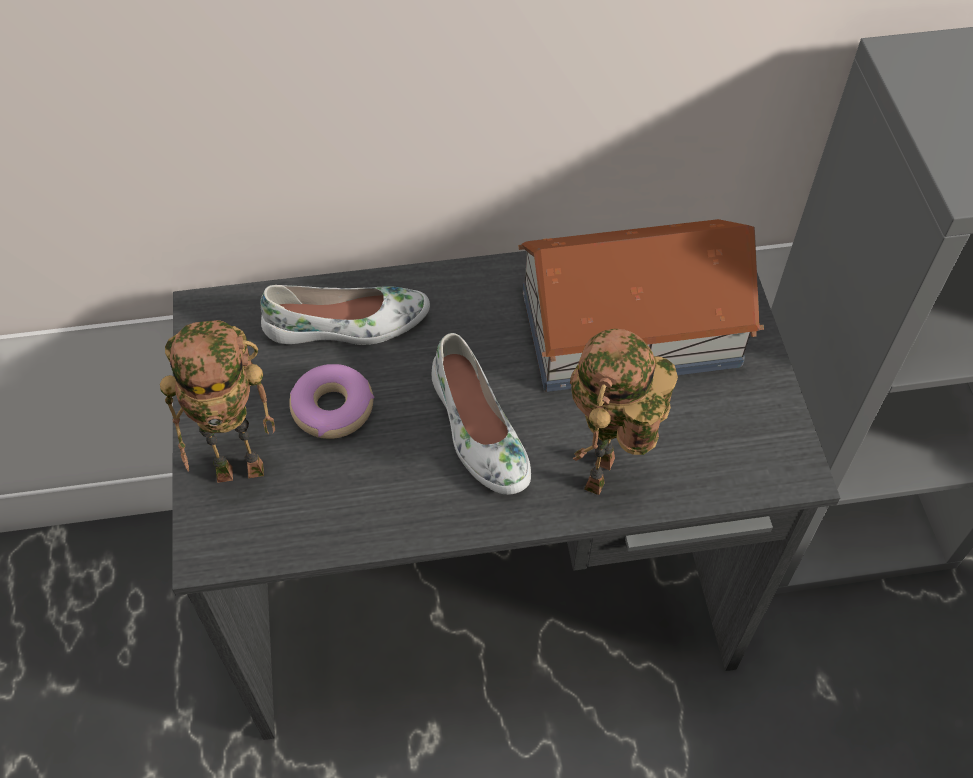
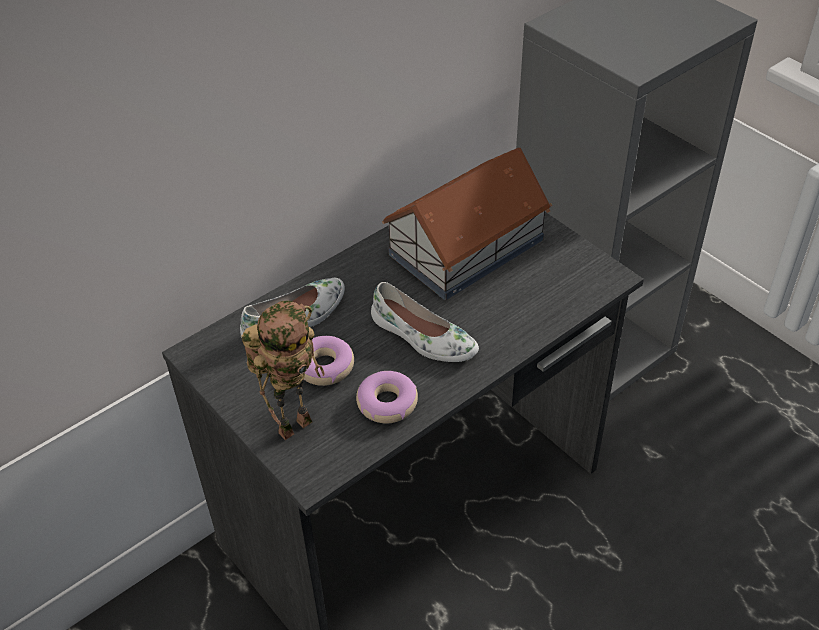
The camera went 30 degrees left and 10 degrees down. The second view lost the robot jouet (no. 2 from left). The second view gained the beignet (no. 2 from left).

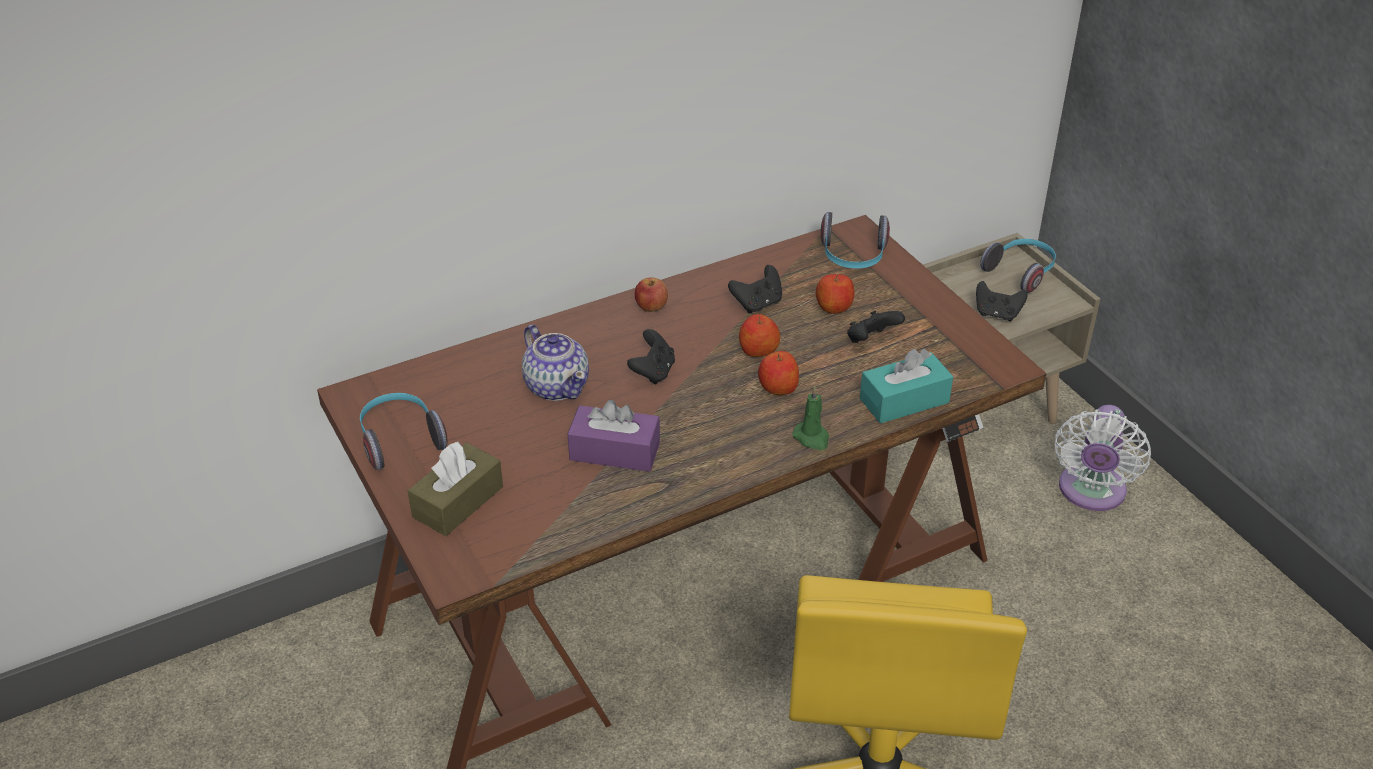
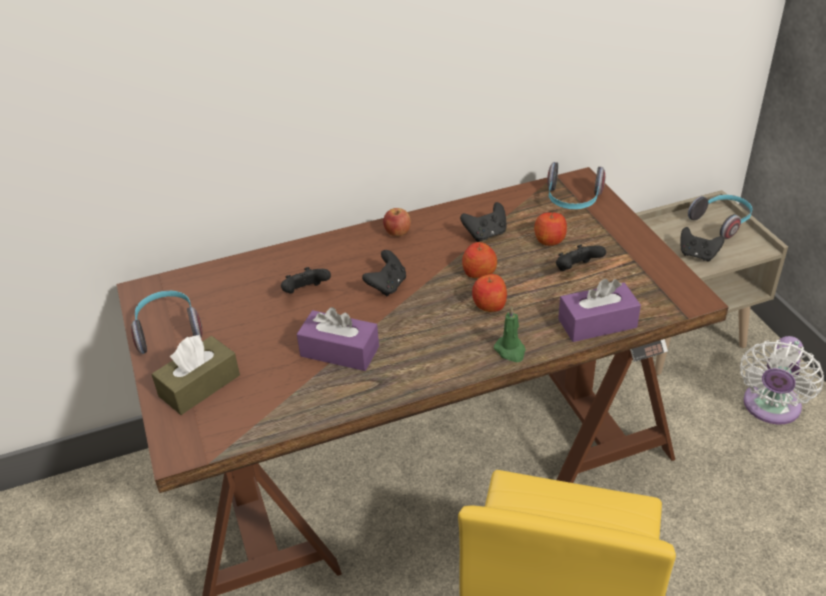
The camera went 10 degrees right and 0 degrees up. Where the théière stood, the manette/noir (no. 1 from left) came to stand. What was the boîte à mouchoirs/turquoise turned into the boîte à mouchoirs/violet (no. 2 from left).

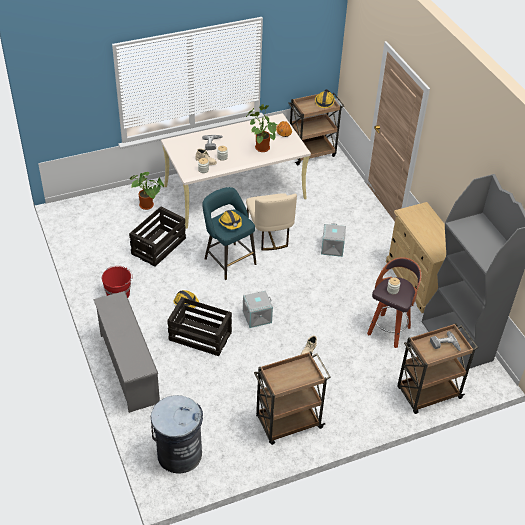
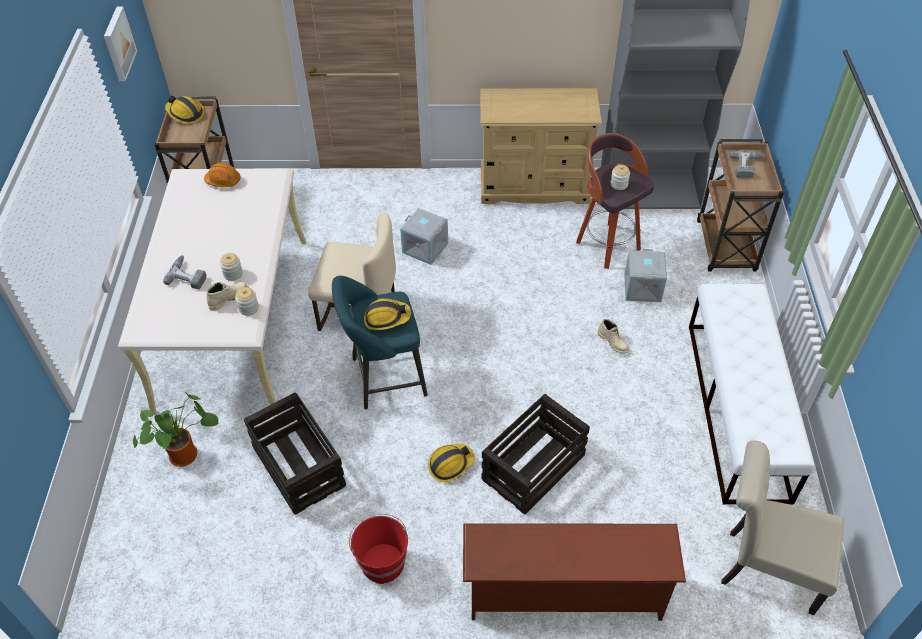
The camera went 65 degrees left and 5 degrees up. The second view lost the plante en pot (no. 2 from left). The second view gained the tableau. The boîte de rangement/gris (no. 1 from left in the first image) ended up elsewhere. Where the poubelle/gris stood, the chaise/beige (no. 2 from left) came to stand. Where the chariot/marron (no. 1 from left) stood, the banc/blanc came to stand. What was the étagère à chaussures/gris turned into the étagère à chaussures/marron.

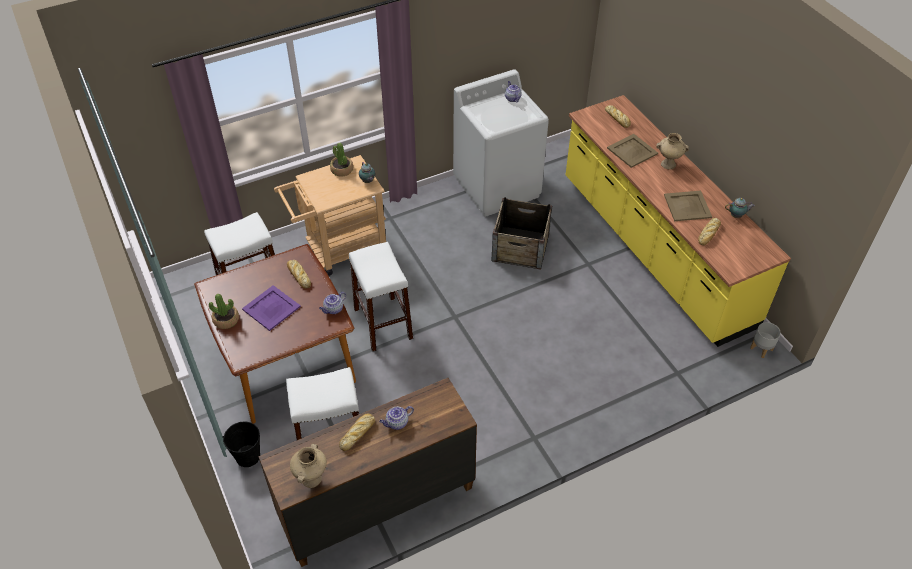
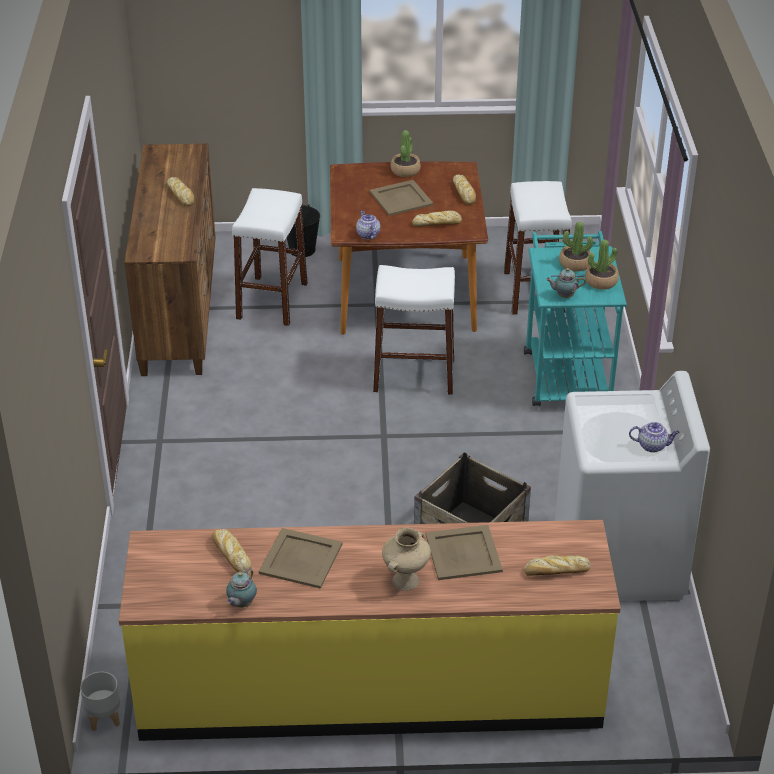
The camera went 115 degrees right and 10 degrees down. The second view lost the vase/beige (no. 1 from left). The second view lost the théière (no. 3 from left). The second view gained the pain (no. 4 from left). The second view gained the plante en pot (no. 2 from left). What was the plateau/violet turned into the plateau/beige (no. 2 from left). What was the chariot/beige turned into the chariot/turquoise.

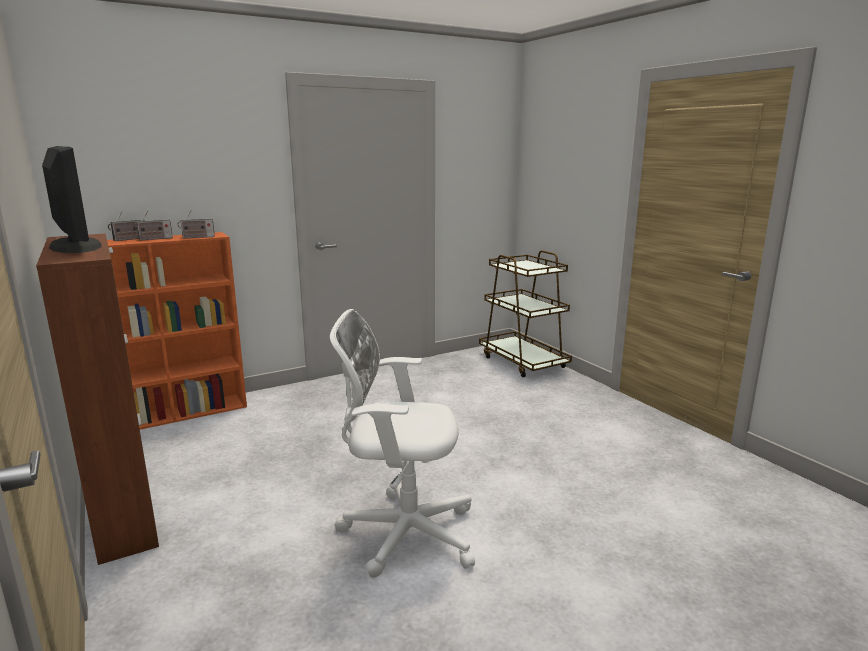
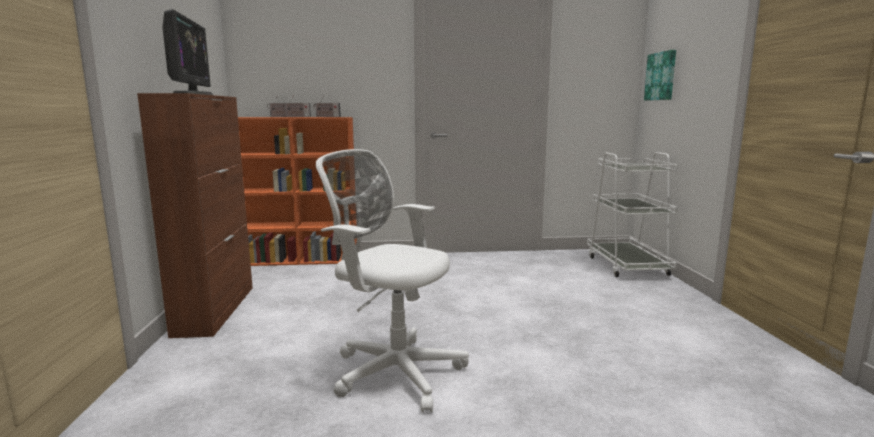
The camera went 25 degrees right and 5 degrees down. The second view gained the tableau. What was the chariot/marron turned into the chariot/blanc.

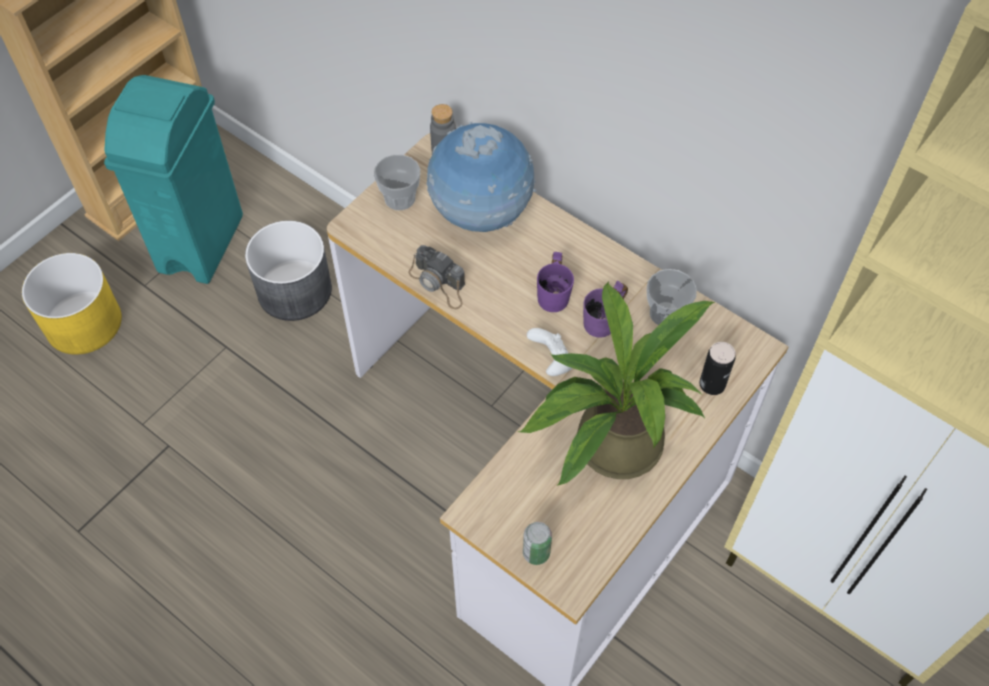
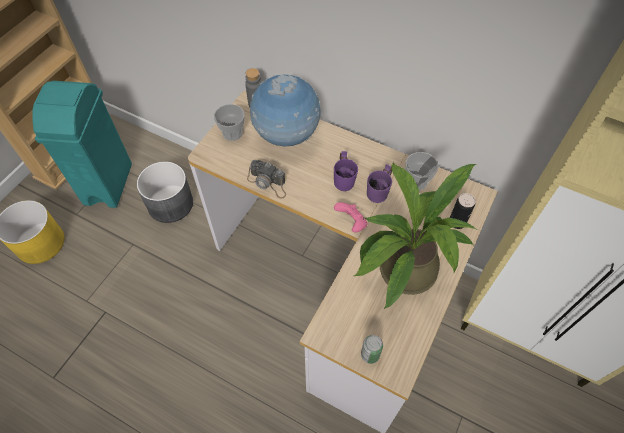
The camera went 10 degrees left and 0 degrees up. What was the manette/blanc turned into the manette/rose.

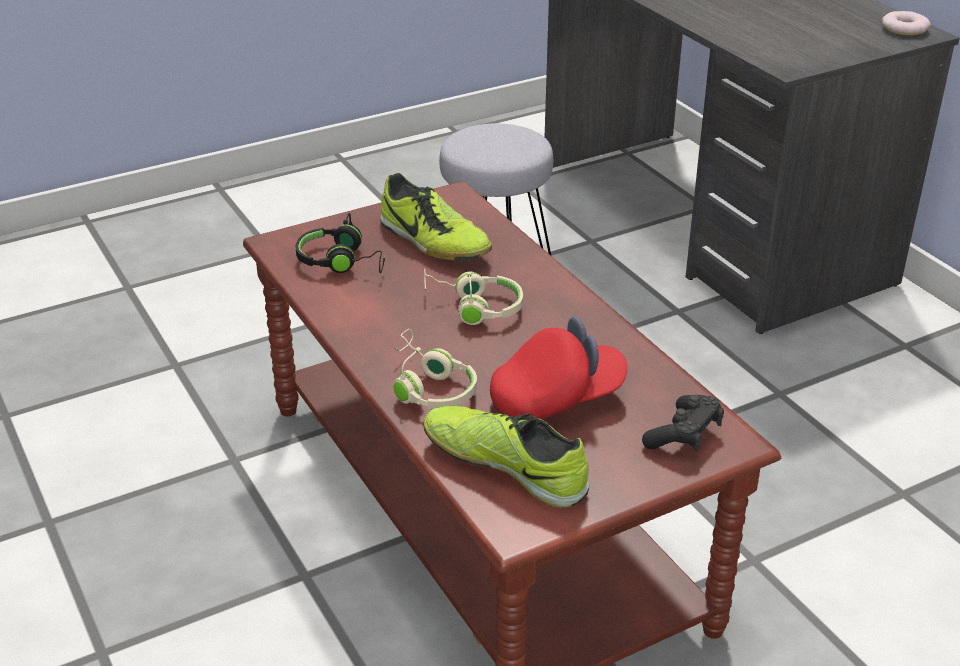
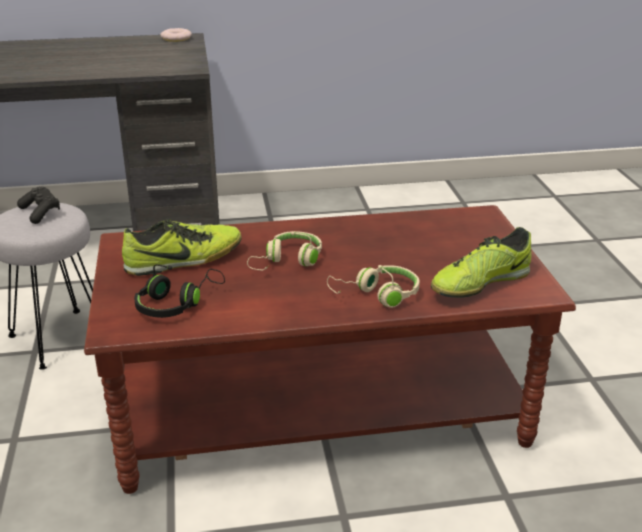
The camera went 70 degrees left and 5 degrees down. The second view lost the casquette/rouge. The manette/noir ended up elsewhere.

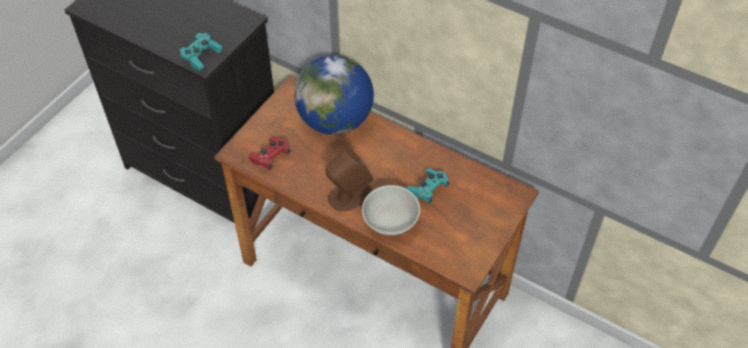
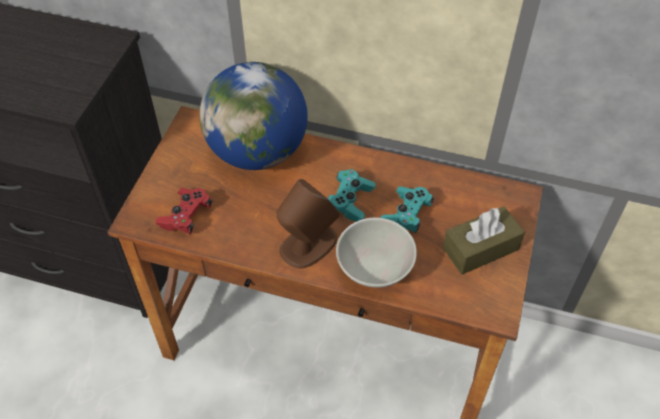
The camera went 15 degrees left and 0 degrees up. The second view gained the boîte à mouchoirs/marron. The manette/turquoise (no. 1 from left) ended up elsewhere.

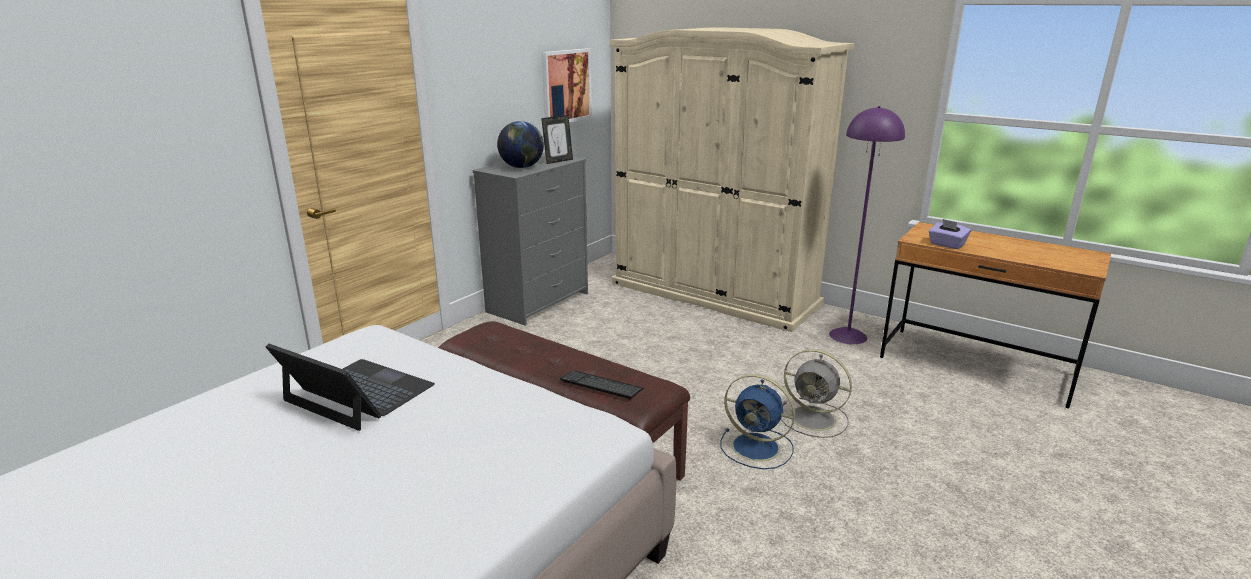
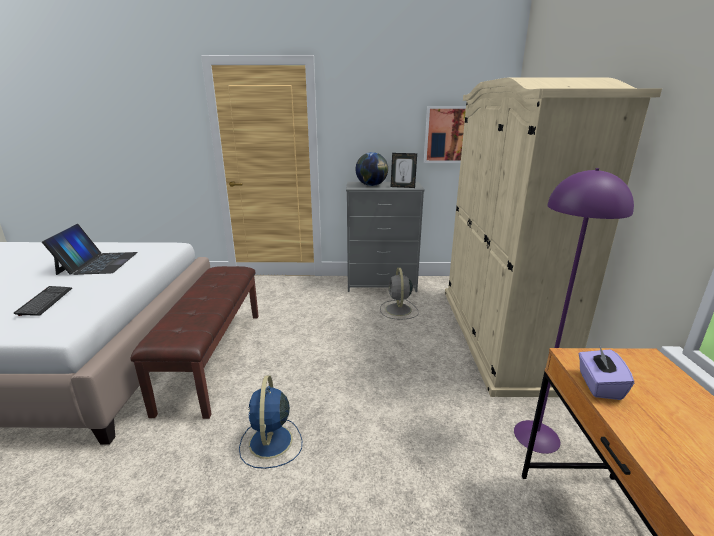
The camera went 55 degrees right and 0 degrees up. The clavier ended up elsewhere. The ventilateur/gris ended up elsewhere.

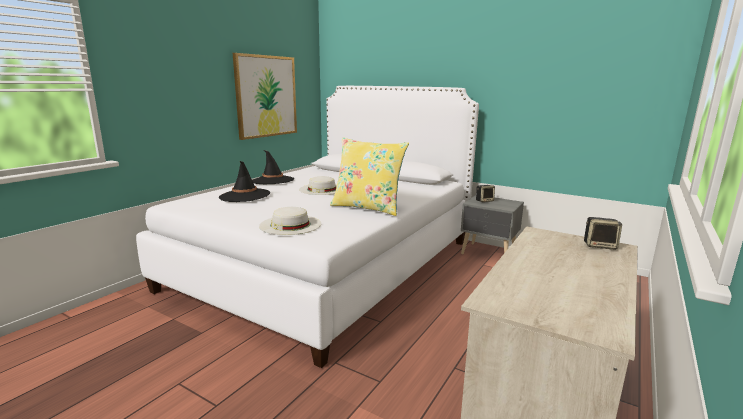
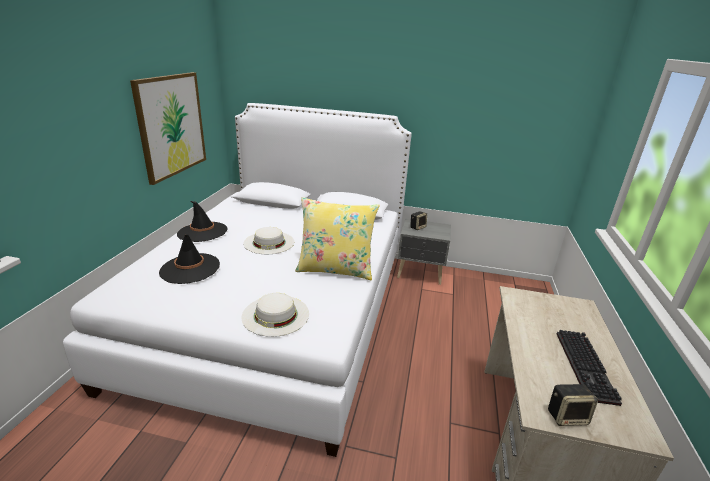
The camera went 20 degrees left and 10 degrees up. The second view gained the clavier. The enceinte (no. 2 from left) ended up elsewhere.

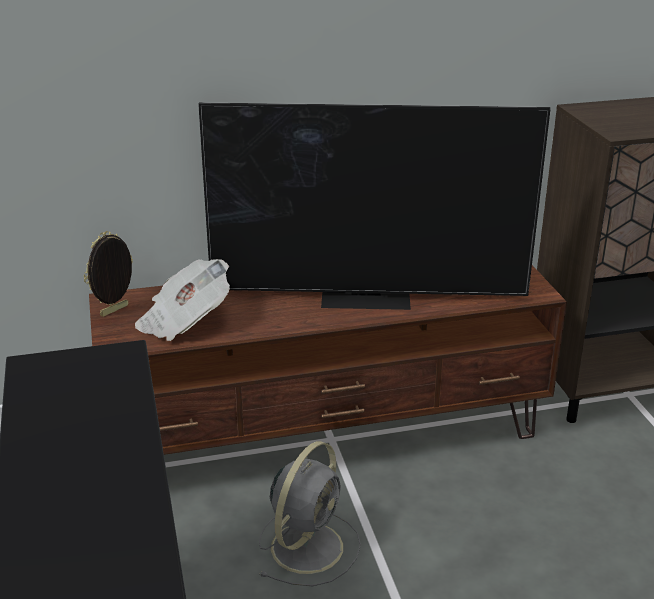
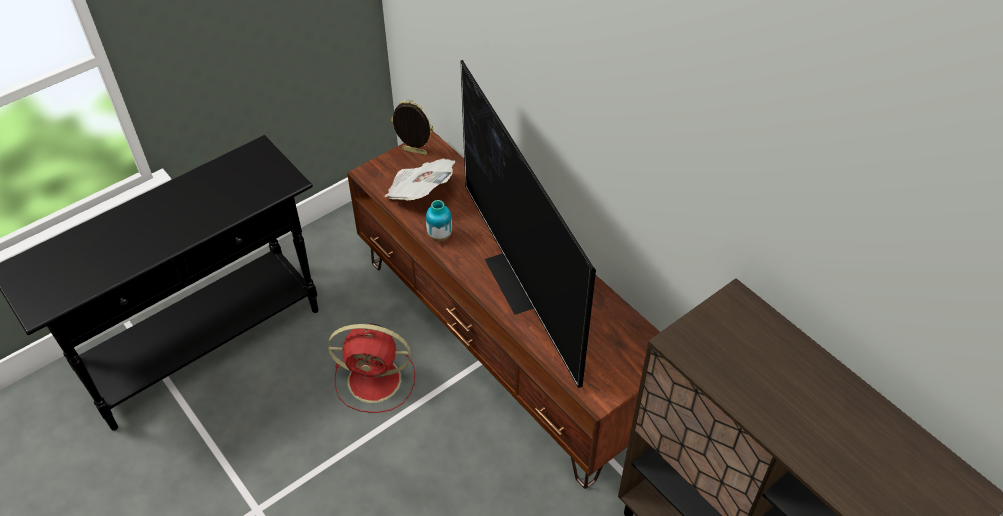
The camera went 65 degrees right and 20 degrees up. The second view gained the vase. What was the ventilateur/gris turned into the ventilateur/rouge.

